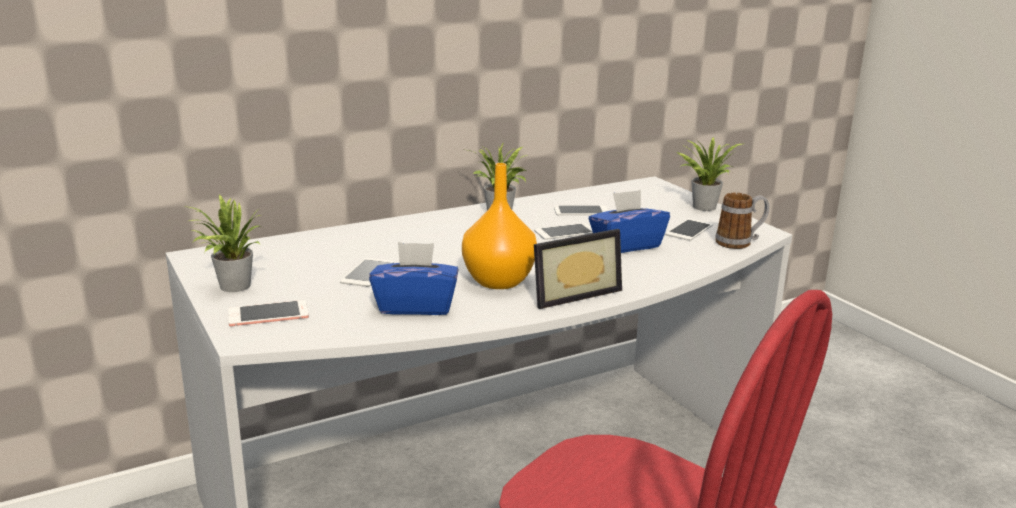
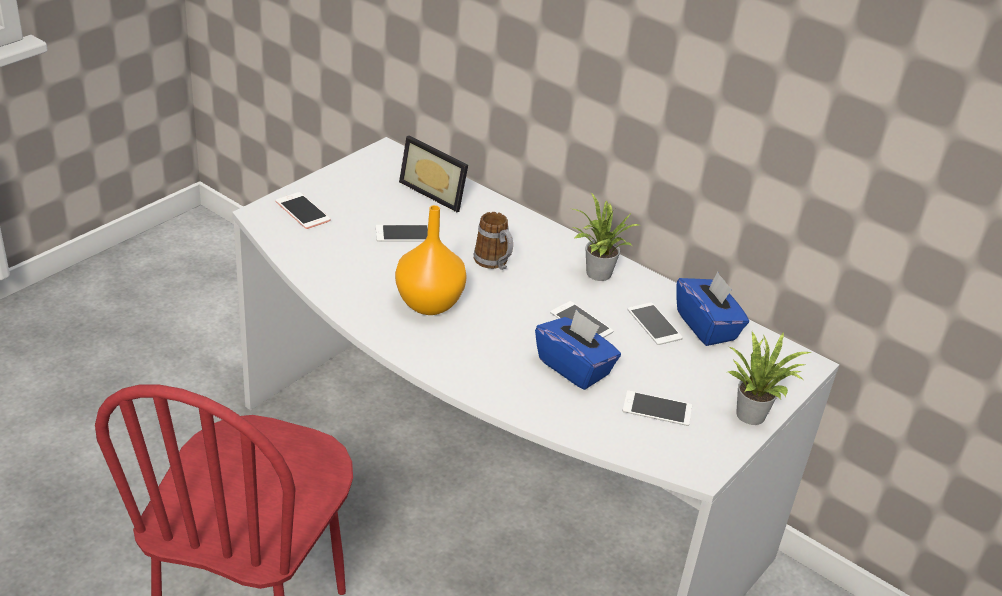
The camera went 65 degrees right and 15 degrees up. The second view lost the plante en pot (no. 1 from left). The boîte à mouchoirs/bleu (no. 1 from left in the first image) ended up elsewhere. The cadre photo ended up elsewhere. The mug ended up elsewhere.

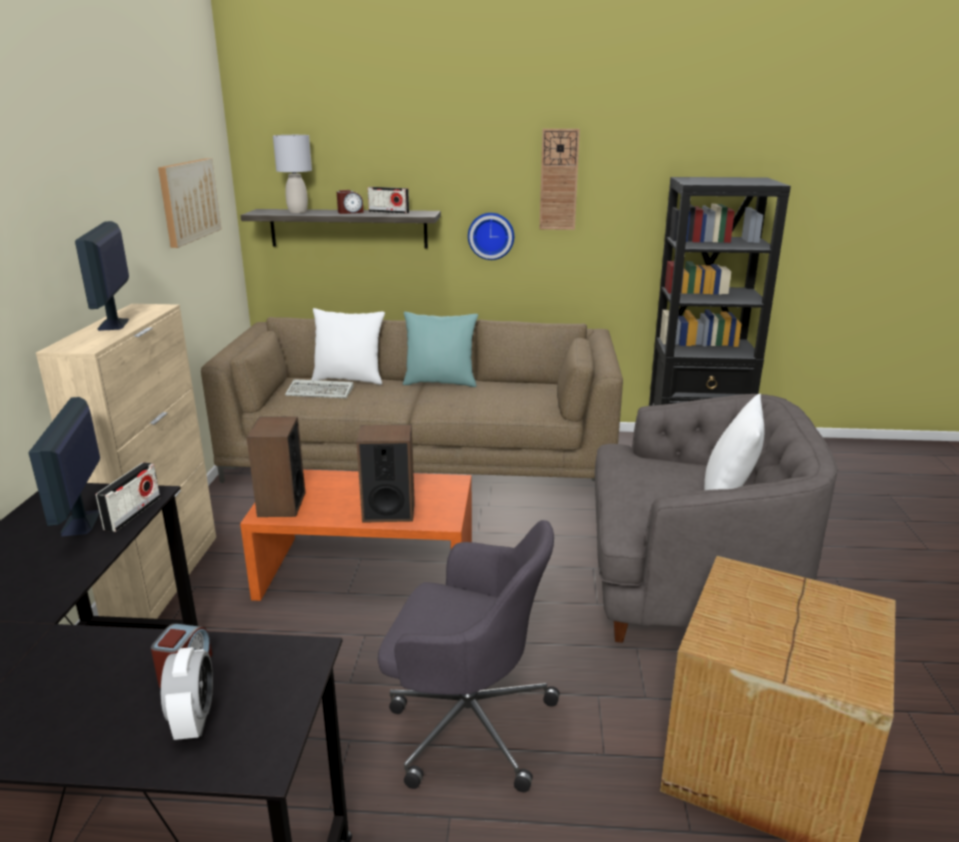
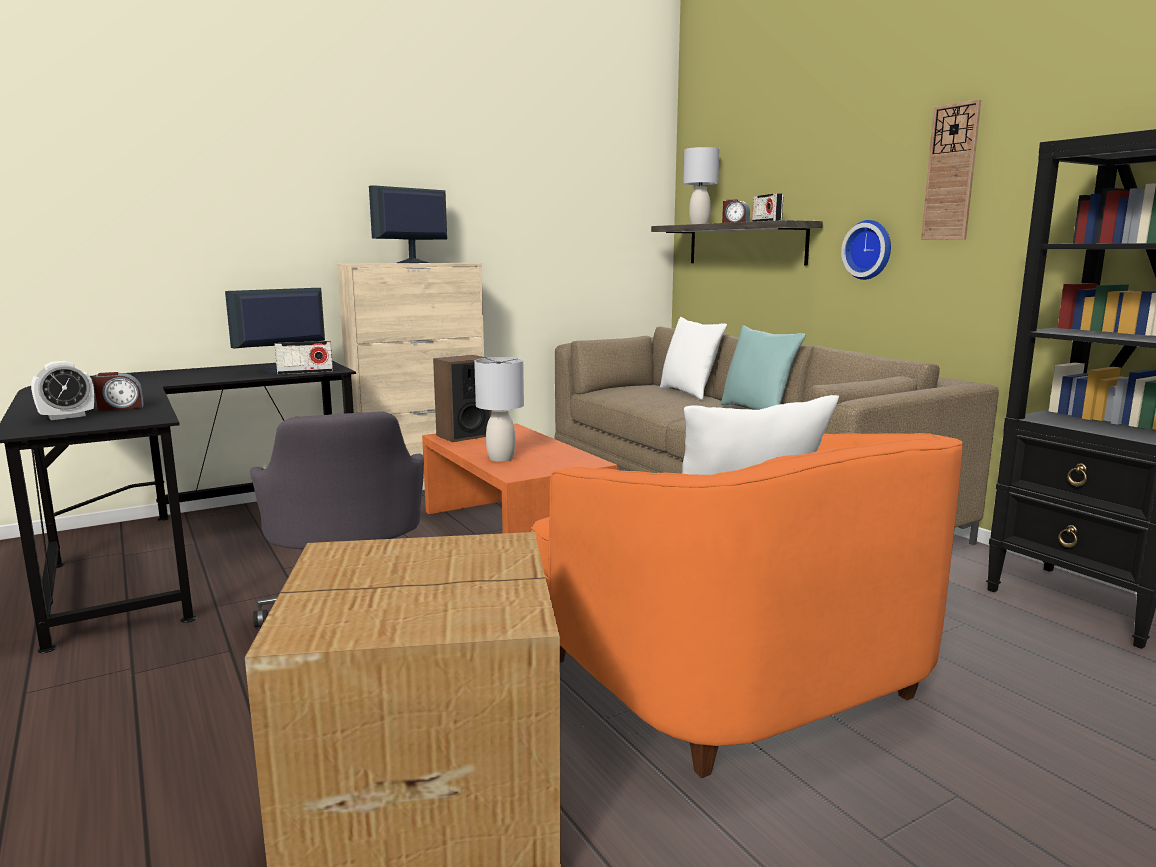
The camera went 55 degrees right and 10 degrees down. The second view lost the tableau. The second view lost the clavier. Where the enceinte (no. 2 from left) stood, the lampe de table/gris (no. 1 from left) came to stand. What was the fauteuil/gris turned into the fauteuil/orange.

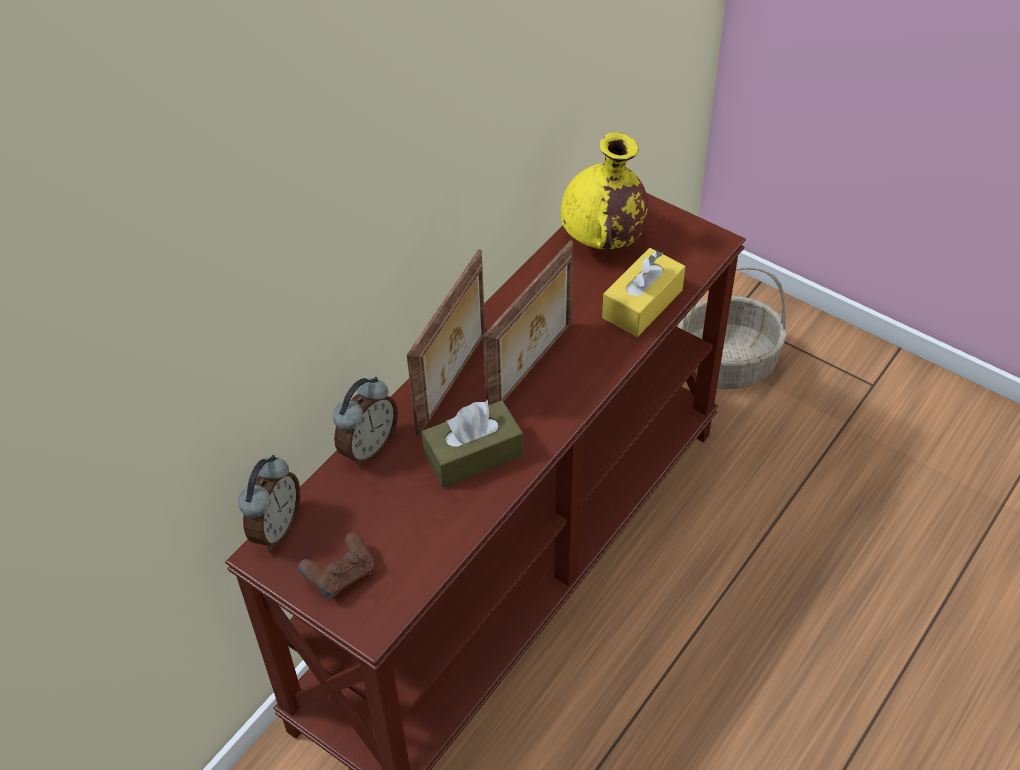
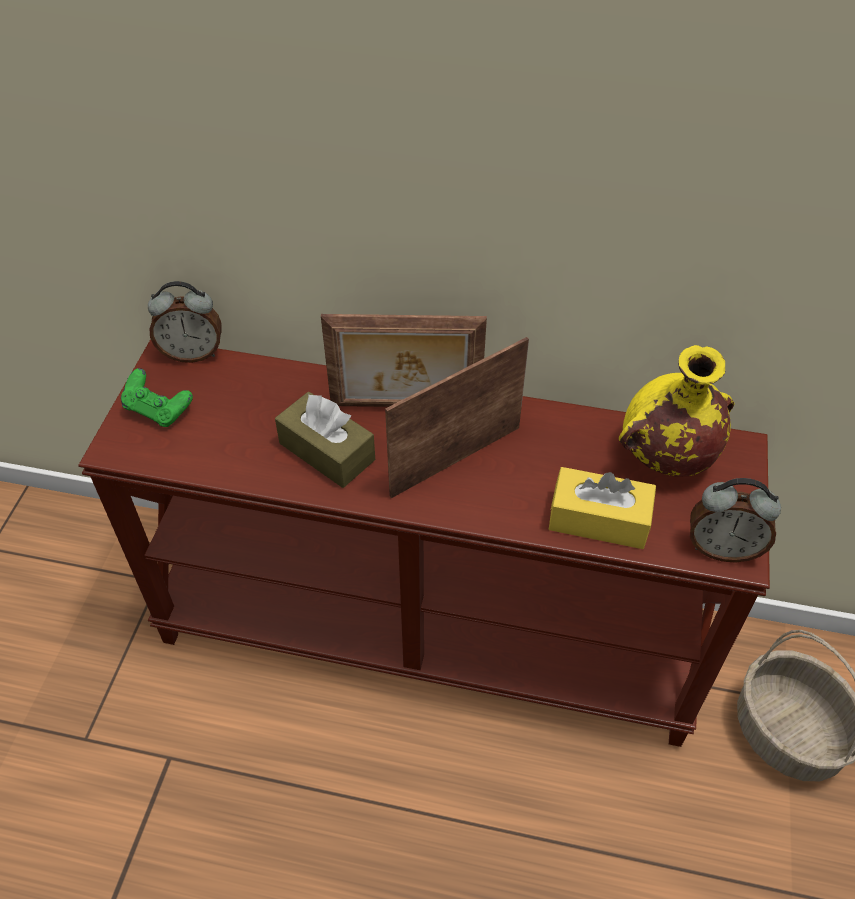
The camera went 65 degrees right and 0 degrees up. The réveil (no. 2 from left) ended up elsewhere. What was the manette/marron turned into the manette/vert. The cadre photo (no. 2 from left) ended up facing another way, 135 degrees clockwise from before.

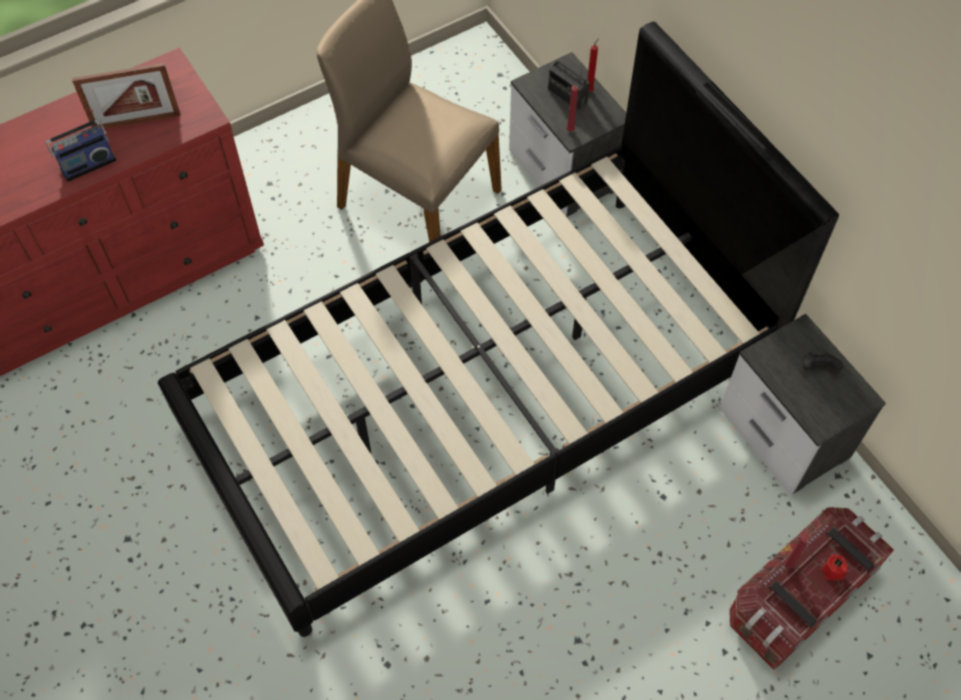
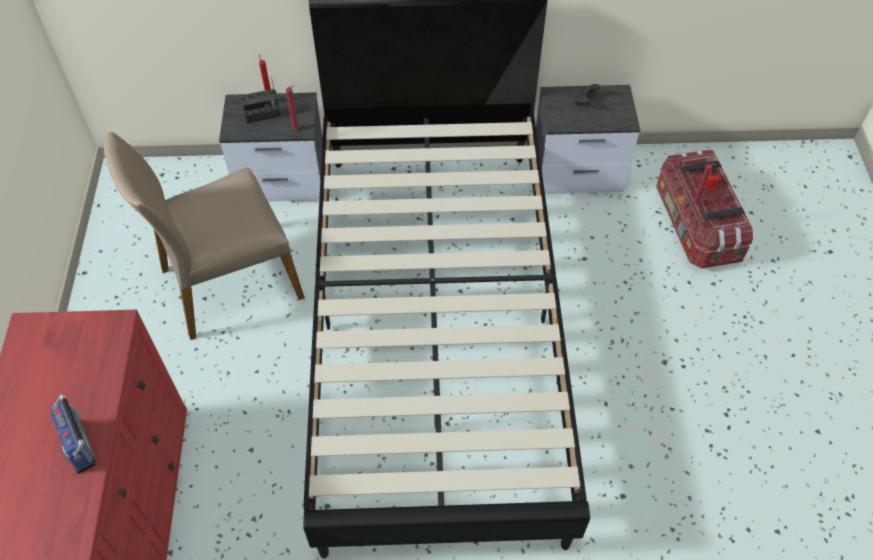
The camera went 60 degrees left and 5 degrees down. The second view lost the cadre photo. The radio (no. 1 from left) ended up facing another way, 150 degrees clockwise from before.

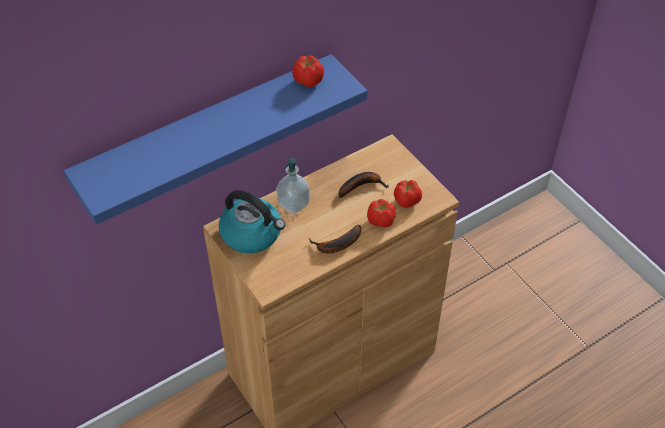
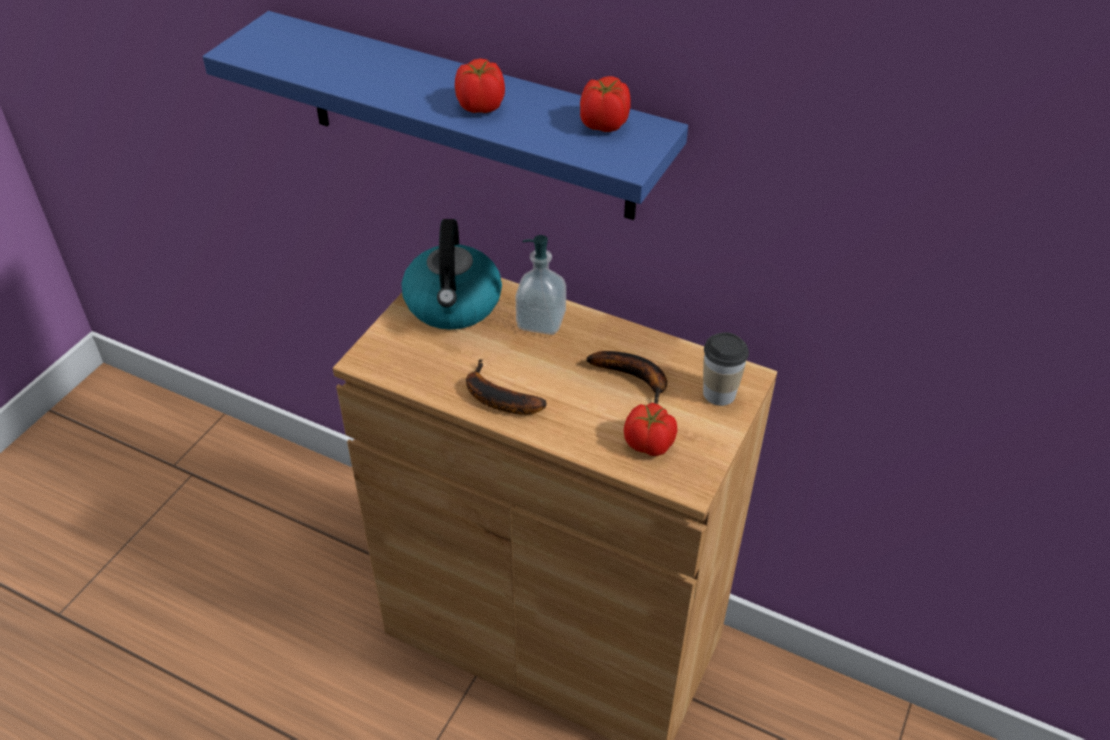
The camera went 60 degrees right and 5 degrees down. The second view gained the tasse. The tomate (no. 2 from left in the first image) ended up elsewhere.

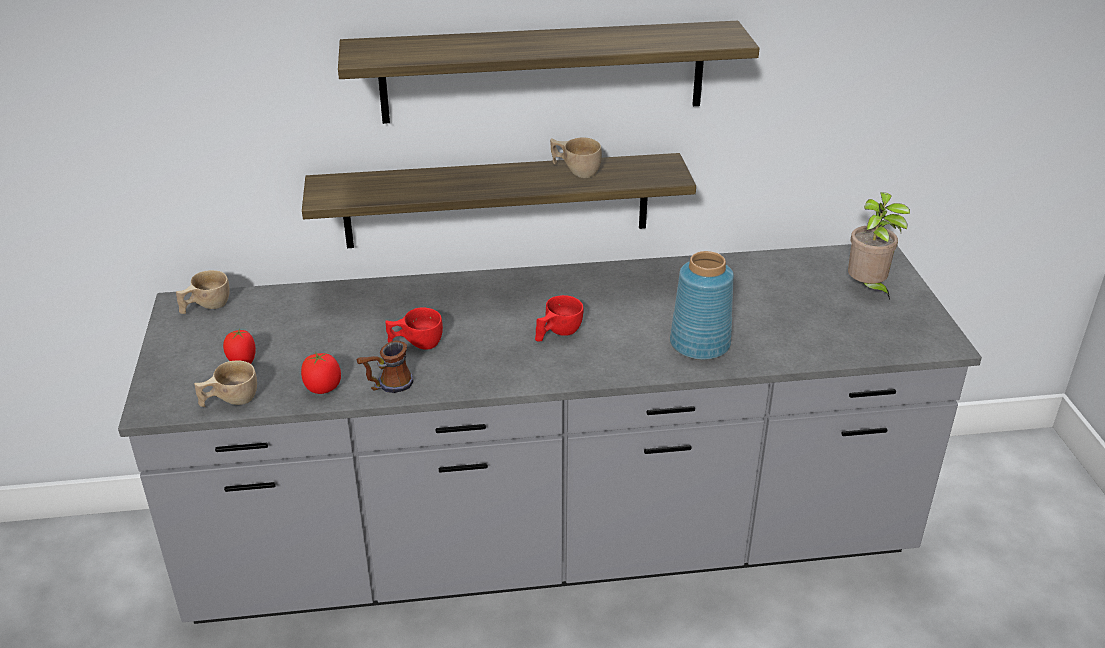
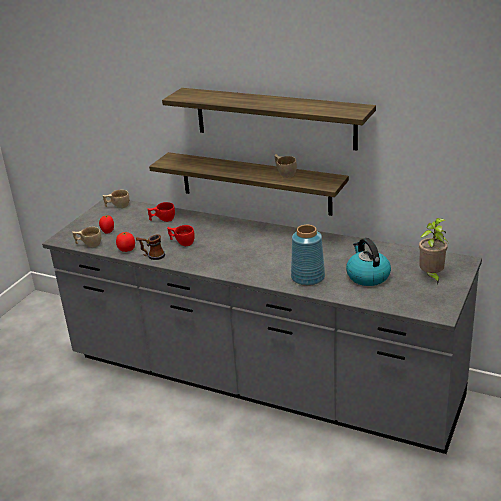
The camera went 35 degrees right and 5 degrees down. The second view gained the bouilloire. The tasse/rouge (no. 2 from left in the first image) ended up elsewhere.

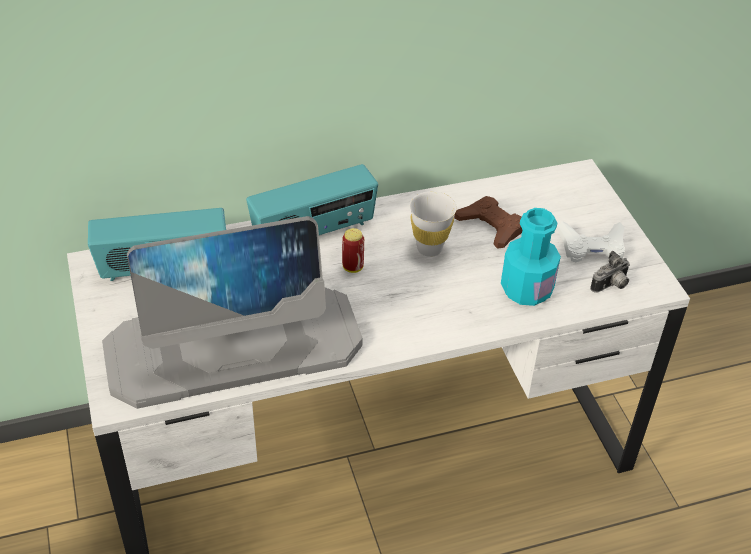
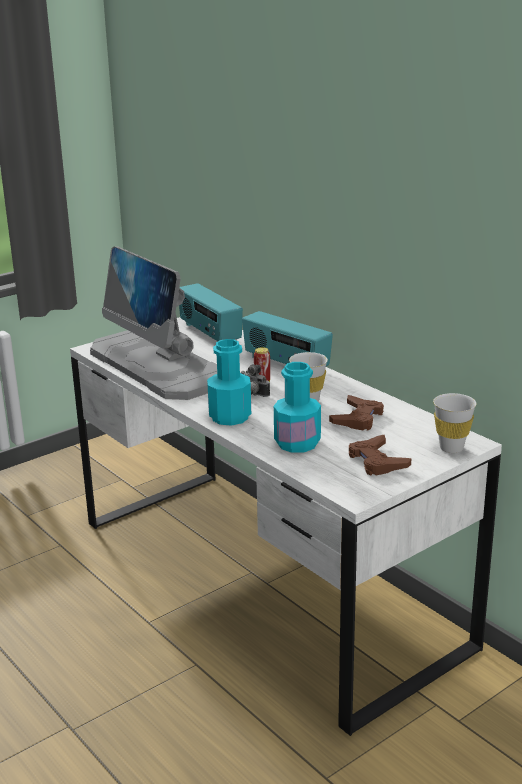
The camera went 70 degrees right and 20 degrees down. The second view gained the bouteille/turquoise (no. 1 from left). The second view gained the tasse/blanc (no. 2 from left). The appareil photo ended up elsewhere. What was the manette/blanc turned into the manette/marron (no. 2 from left).

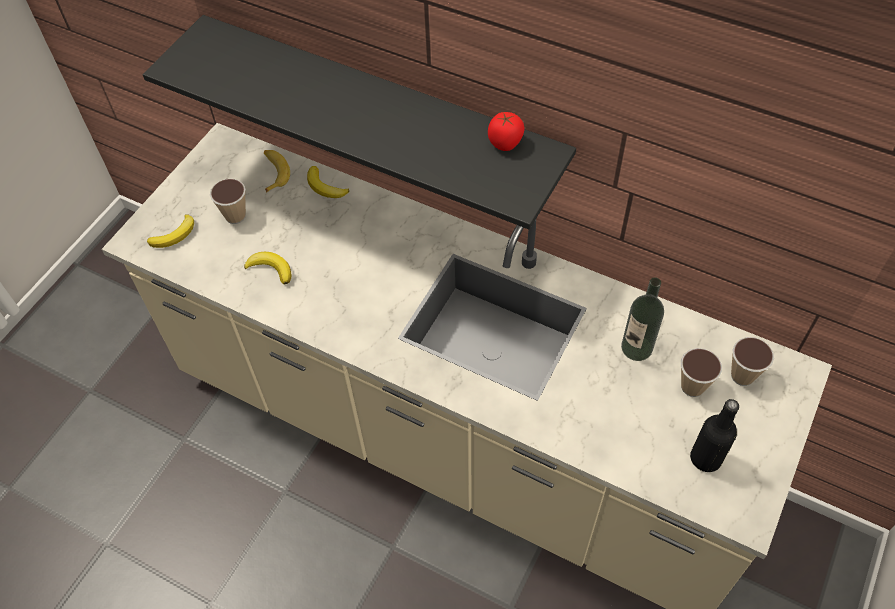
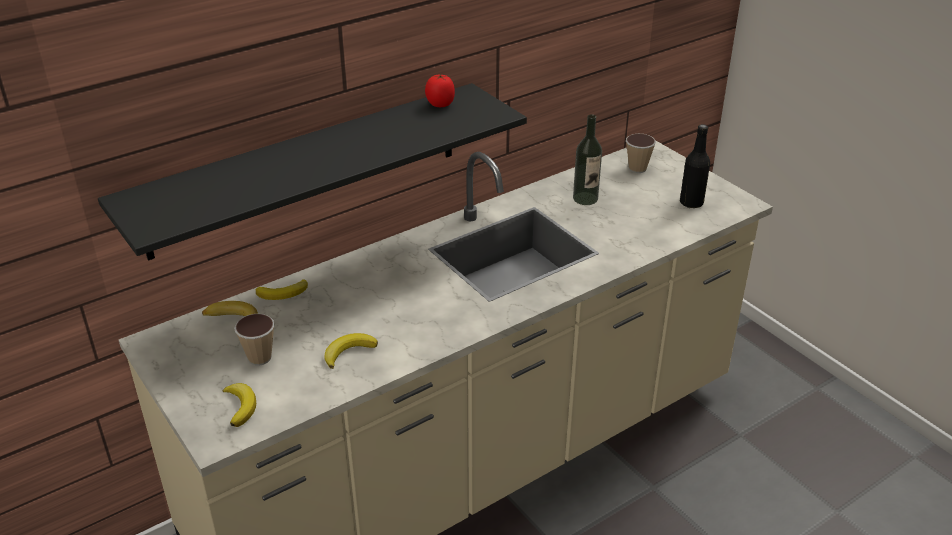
The camera went 65 degrees left and 20 degrees down. The second view lost the tasse (no. 2 from left).

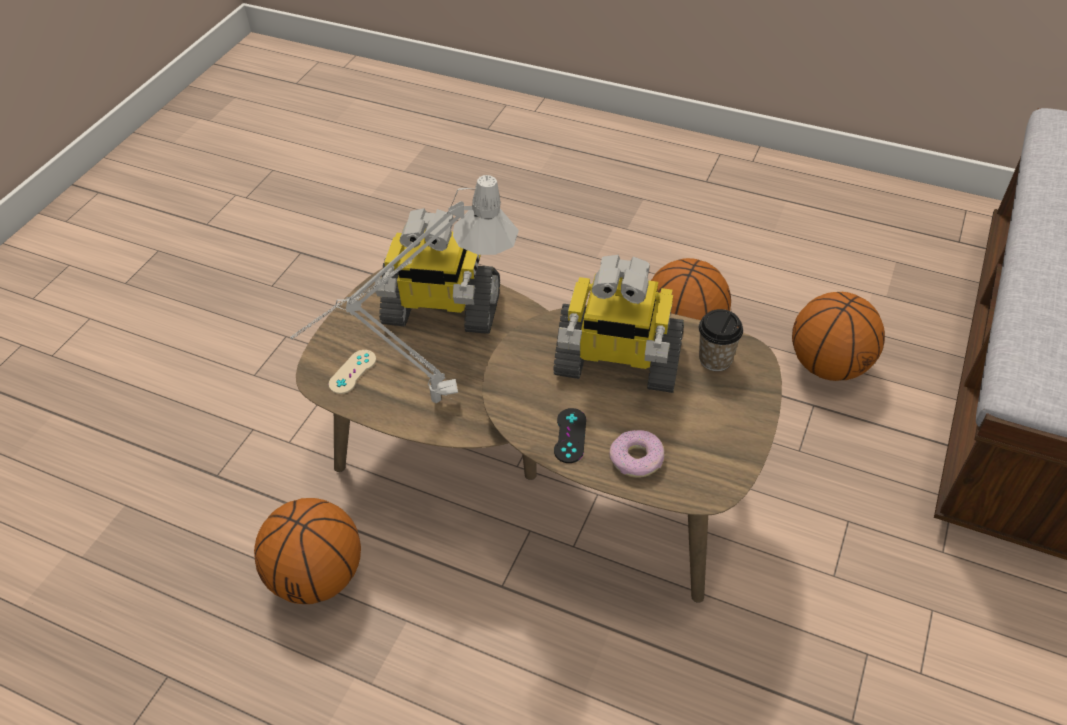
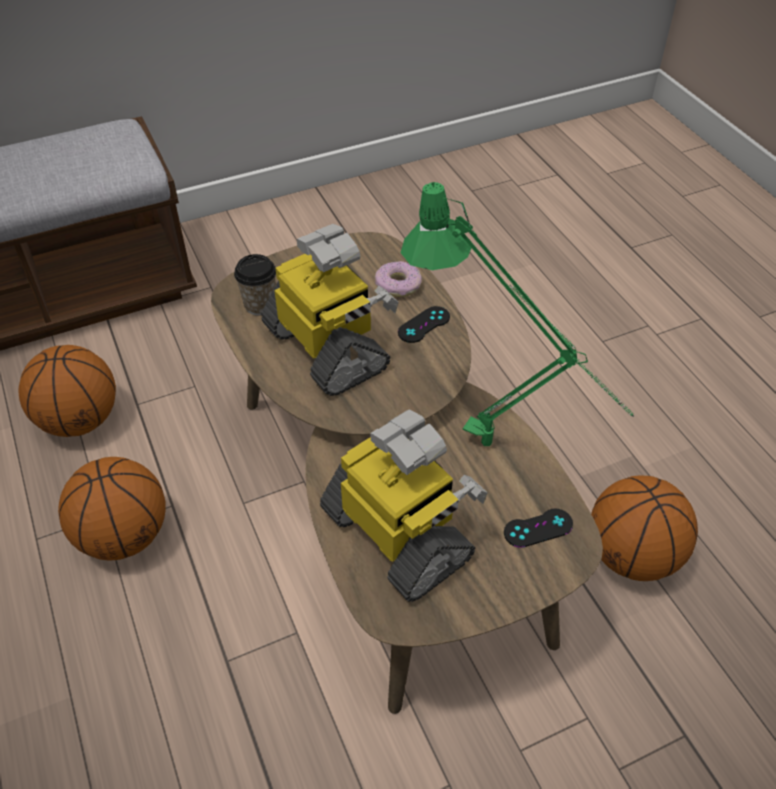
The camera went 140 degrees left and 0 degrees up. What was the lampe de table/gris turned into the lampe de table/vert. What was the manette/beige turned into the manette/noir (no. 2 from left).

